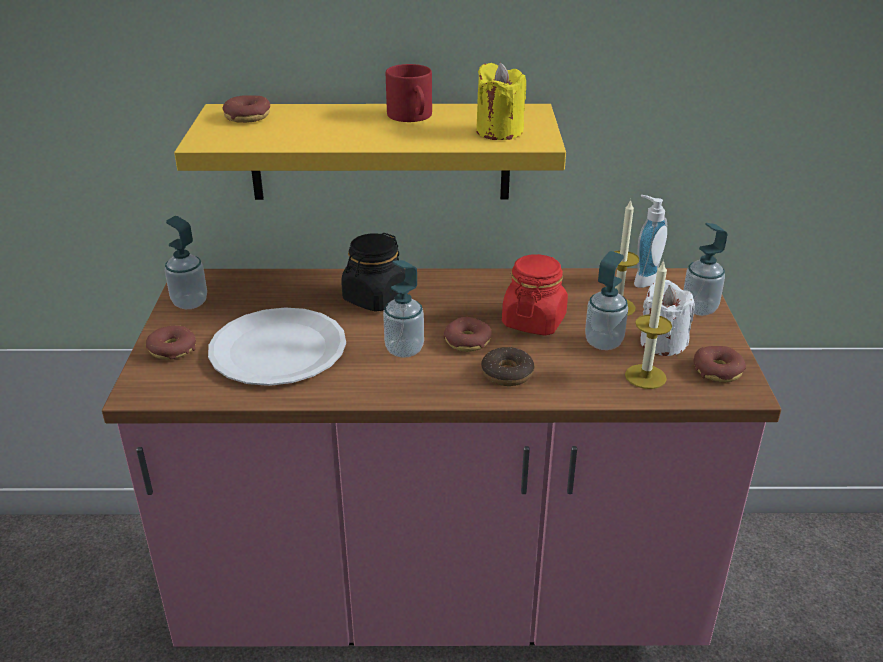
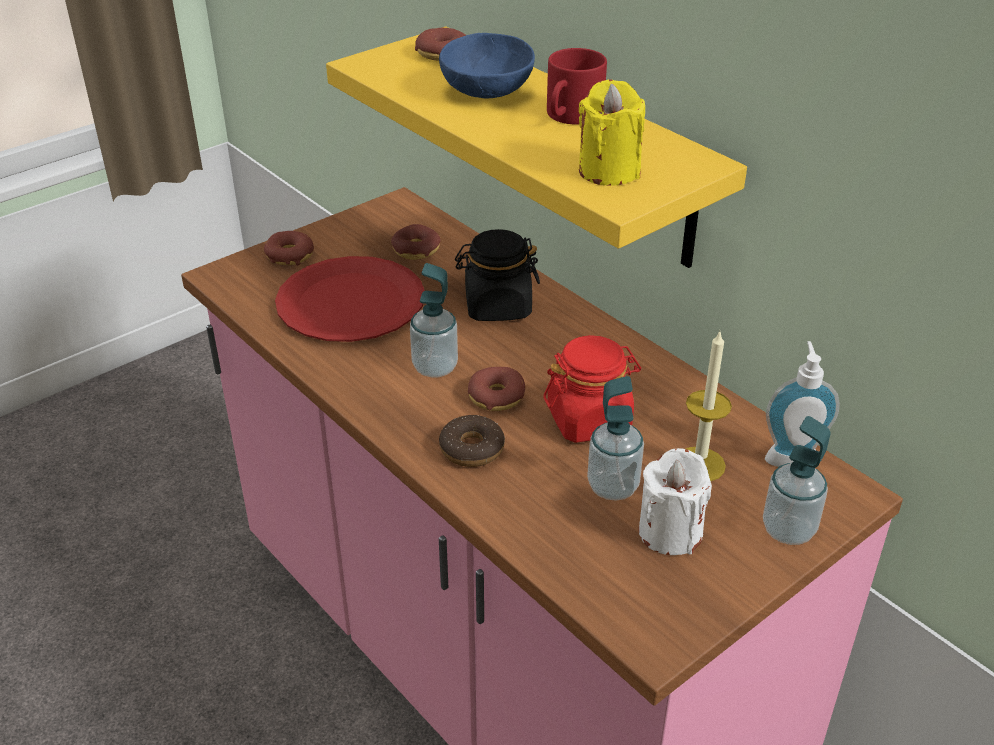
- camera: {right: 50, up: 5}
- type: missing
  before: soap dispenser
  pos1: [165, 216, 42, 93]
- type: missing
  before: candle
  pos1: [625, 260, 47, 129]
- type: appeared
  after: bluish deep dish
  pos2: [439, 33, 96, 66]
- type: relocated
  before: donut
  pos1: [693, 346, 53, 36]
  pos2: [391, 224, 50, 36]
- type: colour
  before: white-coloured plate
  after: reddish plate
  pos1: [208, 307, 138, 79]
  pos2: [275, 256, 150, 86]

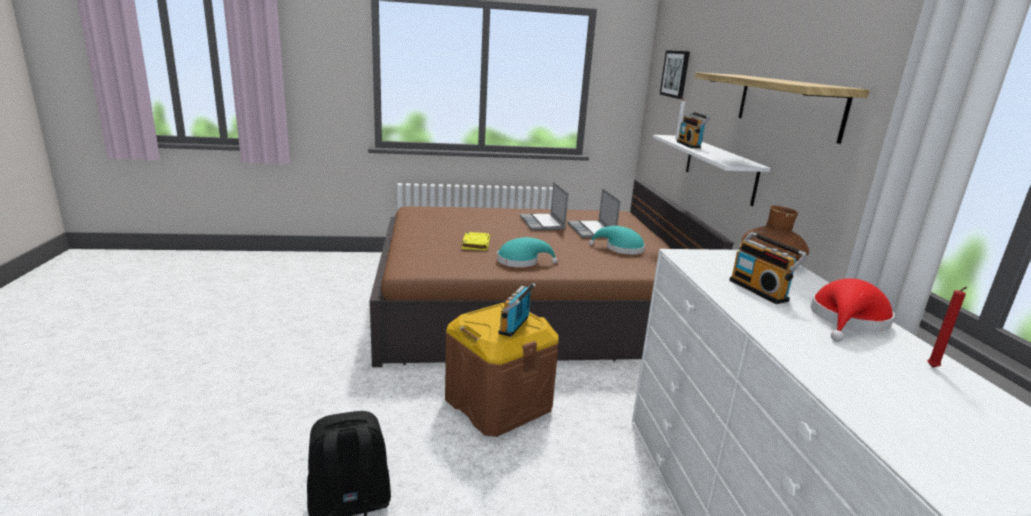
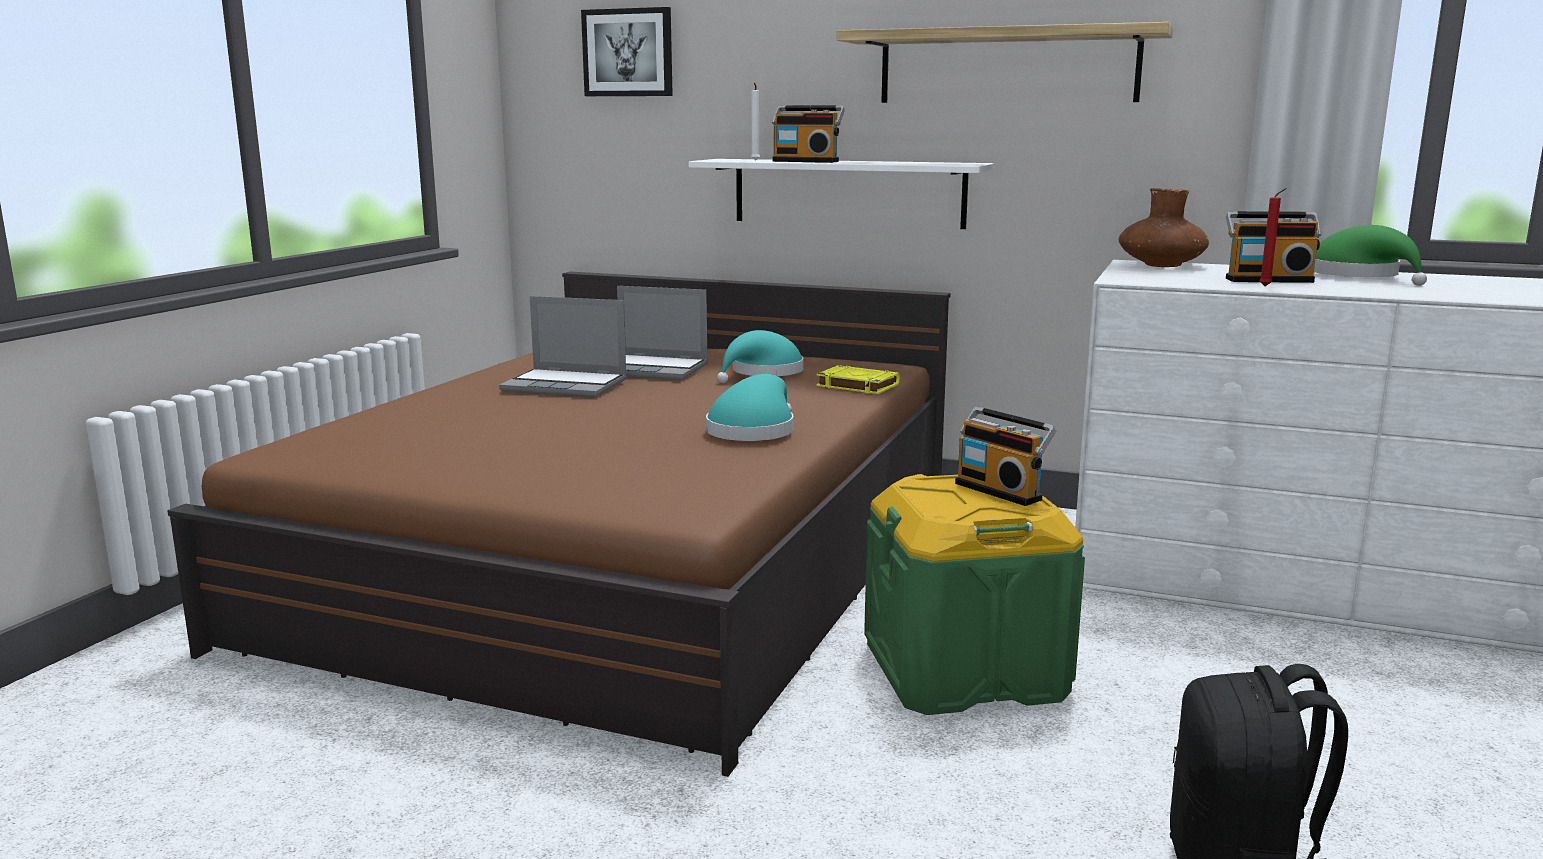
- camera: {right: -60, up: -5}
- type: relocated
  before: yellow book
  pos1: [462, 232, 28, 18]
  pos2: [816, 365, 84, 29]
- type: relocated
  before: reddish candle
  pos1: [927, 287, 40, 81]
  pos2: [1259, 188, 28, 98]
- type: colour
  before: brown storage container
  after: green storage container
  pos1: [445, 303, 114, 134]
  pos2: [864, 474, 221, 241]
- type: colour
  before: reddish wearable hat
  after: green wearable hat
  pos1: [811, 278, 84, 64]
  pos2: [1314, 225, 113, 61]

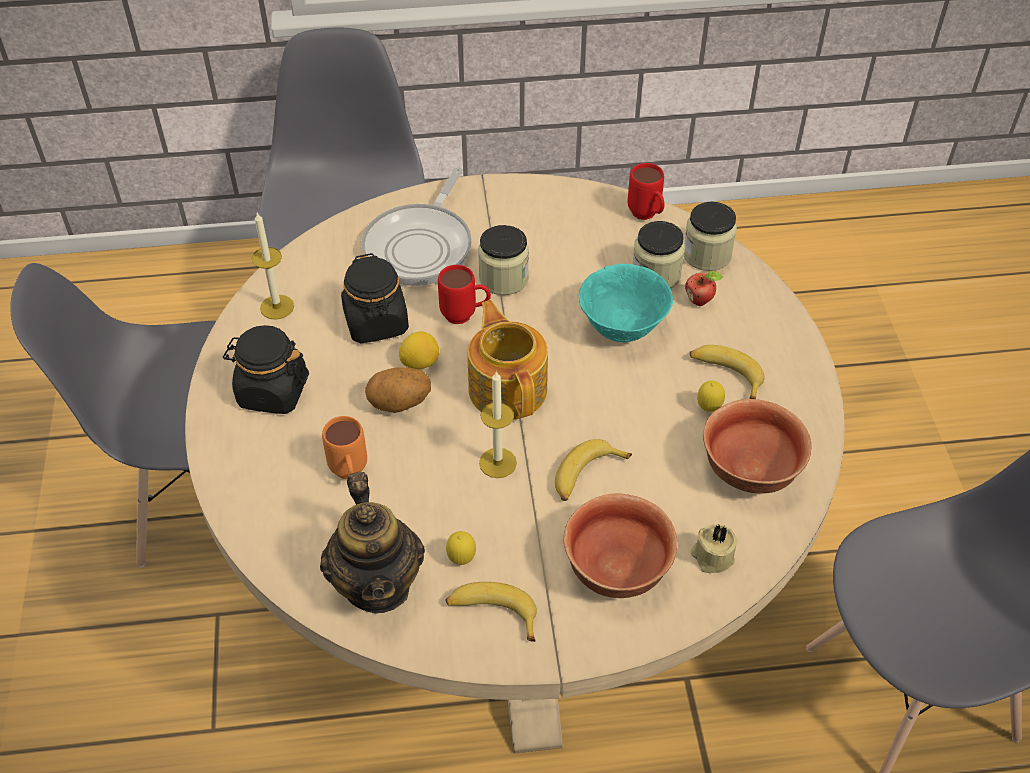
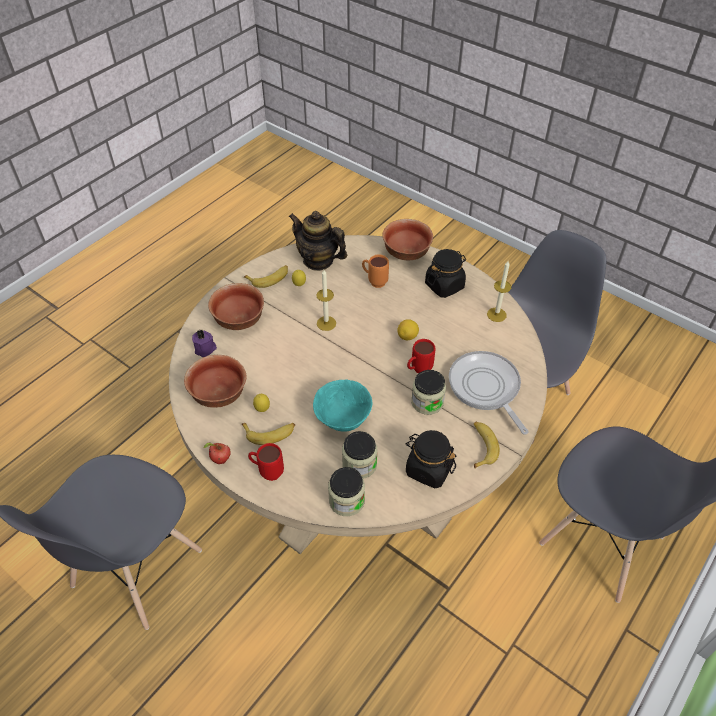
- camera: {right: 135, up: 0}
- type: missing
  before: whole potato
  pos1: [365, 367, 66, 46]
- type: missing
  before: pot for tea
  pos1: [468, 300, 80, 120]
- type: appeared
  after: deep dish
  pos2: [382, 219, 51, 41]
- type: relocated
  before: black-coloured preserve jar
  pos1: [341, 253, 68, 90]
  pos2: [406, 430, 50, 58]
- type: relocated
  before: whole banana
  pos1: [555, 439, 77, 62]
  pos2: [474, 422, 26, 46]
- type: relocated
  before: reddish mug
  pos1: [627, 163, 37, 57]
  pos2: [248, 443, 36, 38]
- type: relocated
  before: whole apple
  pos1: [685, 271, 38, 35]
  pos2: [203, 443, 28, 21]
- type: colour
  before: sand-coloured candle
  after: purplish candle
  pos1: [691, 524, 47, 49]
  pos2: [192, 329, 25, 28]

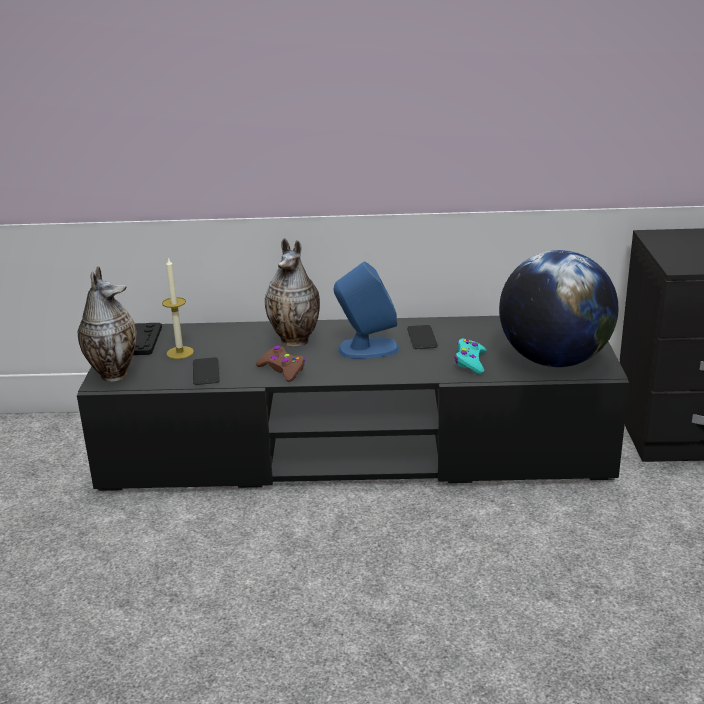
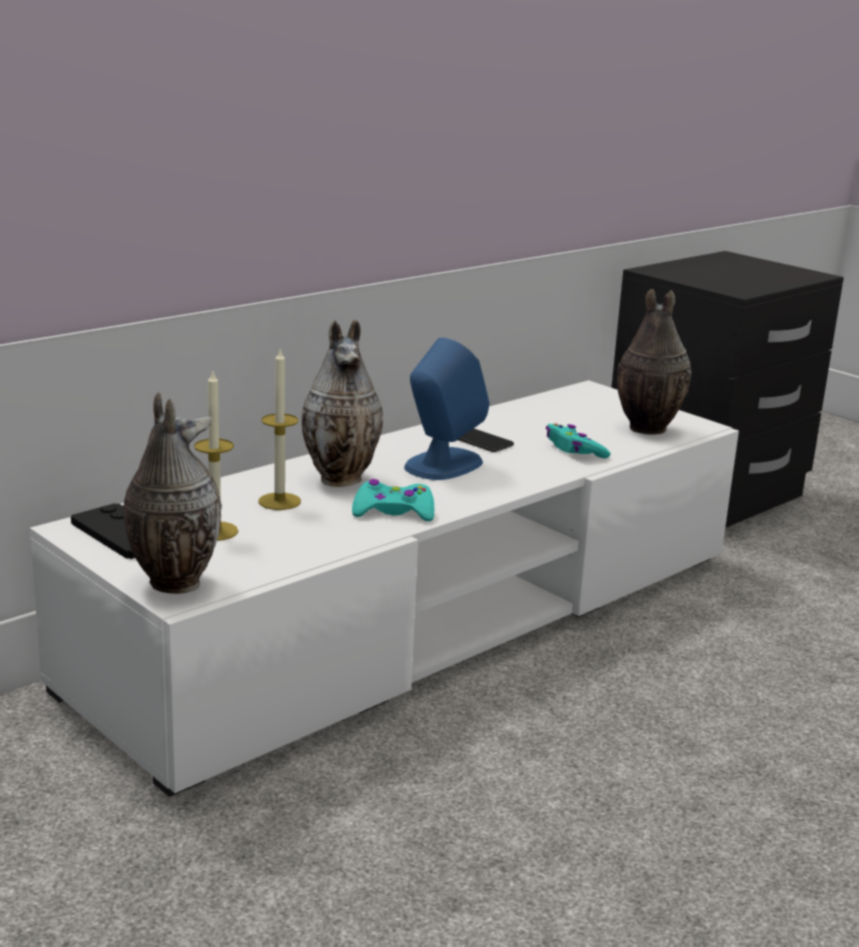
- camera: {right: -45, up: -5}
- type: missing
  before: phone
  pos1: [193, 357, 27, 28]
- type: appeared
  after: candle
  pos2: [258, 347, 43, 163]
- type: exchanged
  before: desk globe
  after: flower vase
  pos1: [499, 250, 119, 117]
  pos2: [617, 289, 75, 146]
- type: colour
  before: black-coloured tv stand
  after: white-coloured tv stand
  pos1: [77, 316, 552, 175]
  pos2: [30, 380, 709, 417]
- type: colour
  before: brown gamepad
  after: blue-green gamepad
  pos1: [256, 345, 49, 37]
  pos2: [352, 479, 82, 42]

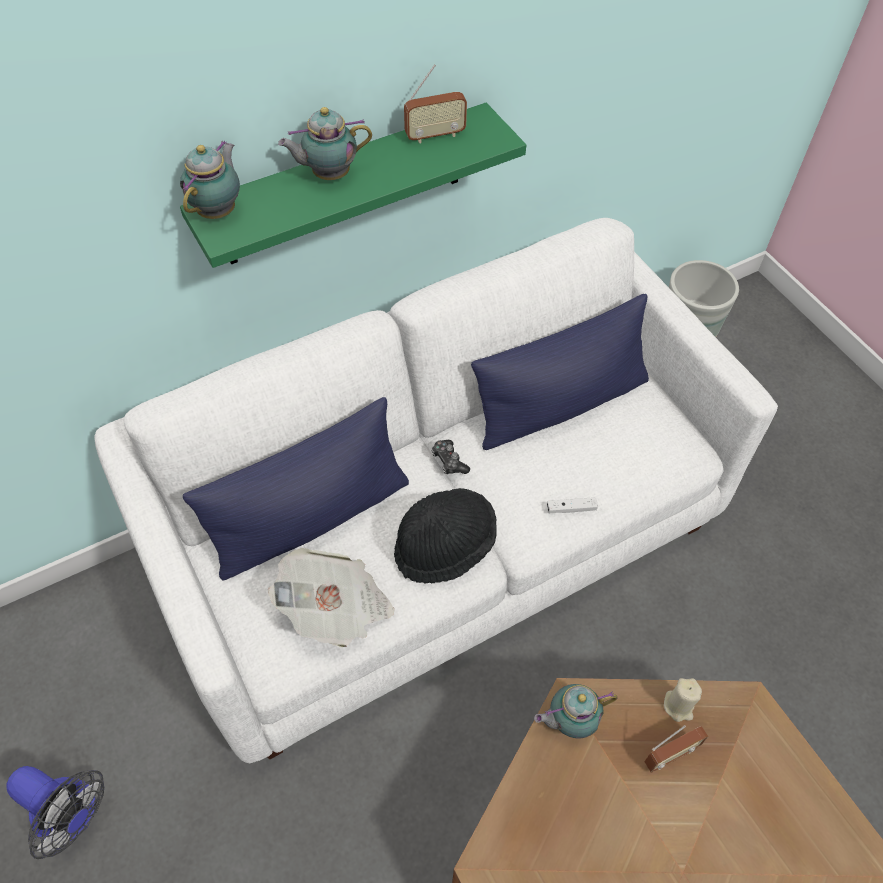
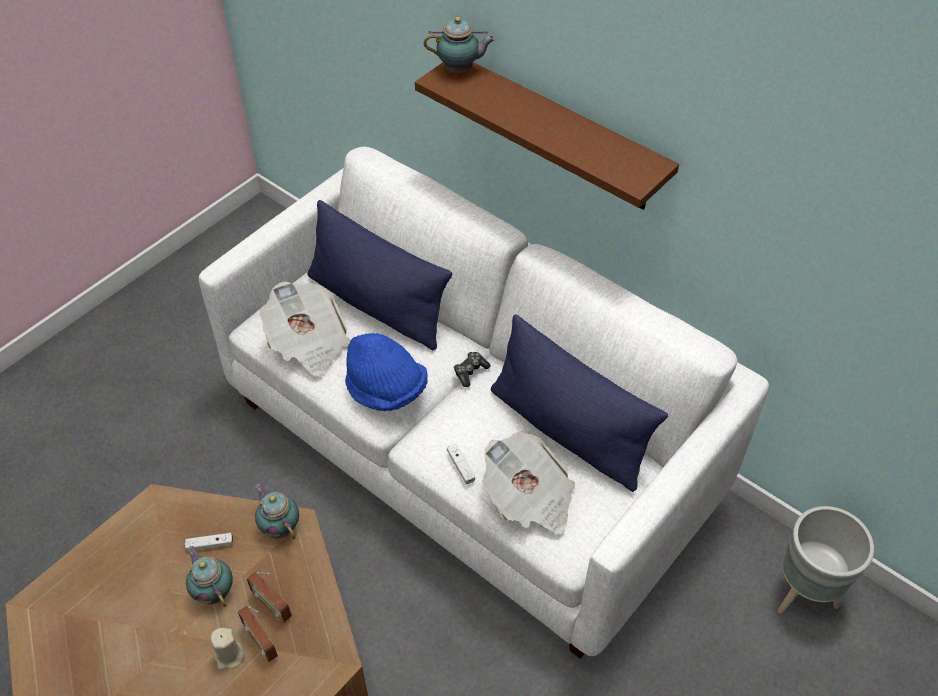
- camera: {right: 70, up: -5}
- type: missing
  before: electric fan
  pos1: [6, 766, 98, 93]
- type: appeared
  after: white-coloured gamepad
  pos2: [185, 533, 48, 17]
- type: appeared
  after: newspaper
  pos2: [482, 433, 93, 101]
- type: relocated
  before: pot for tea
  pos1: [278, 107, 94, 73]
  pos2: [186, 546, 47, 61]
- type: relocated
  before: radio set
  pos1: [404, 64, 63, 79]
  pos2: [237, 605, 41, 57]
- type: relocated
  before: sand-coloured candle
  pos1: [664, 678, 38, 44]
  pos2: [211, 628, 34, 42]
- type: colour
  before: green bracket shelf
  after: brown bracket shelf
  pos1: [180, 103, 346, 165]
  pos2: [415, 62, 264, 148]
- type: colour
  before: black-coloured wearable hat
  after: bluish wearable hat
  pos1: [394, 488, 103, 96]
  pos2: [345, 333, 83, 78]

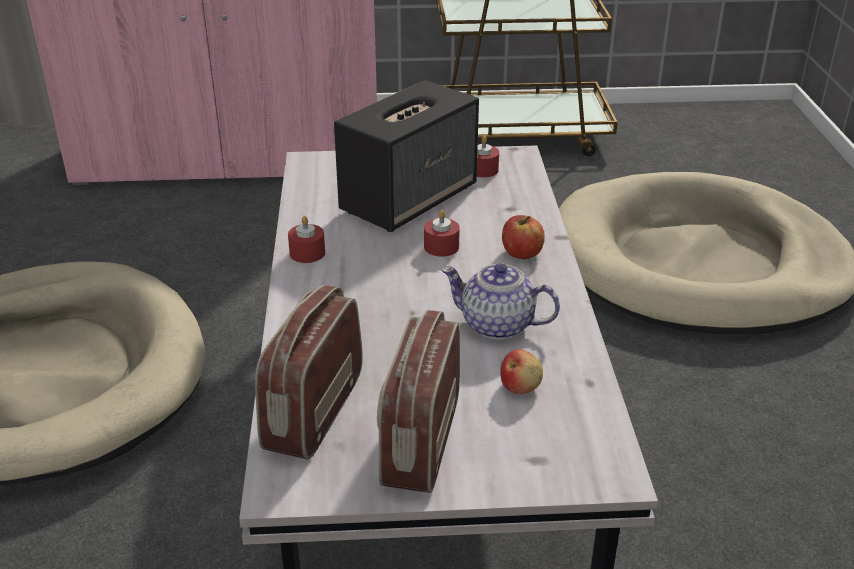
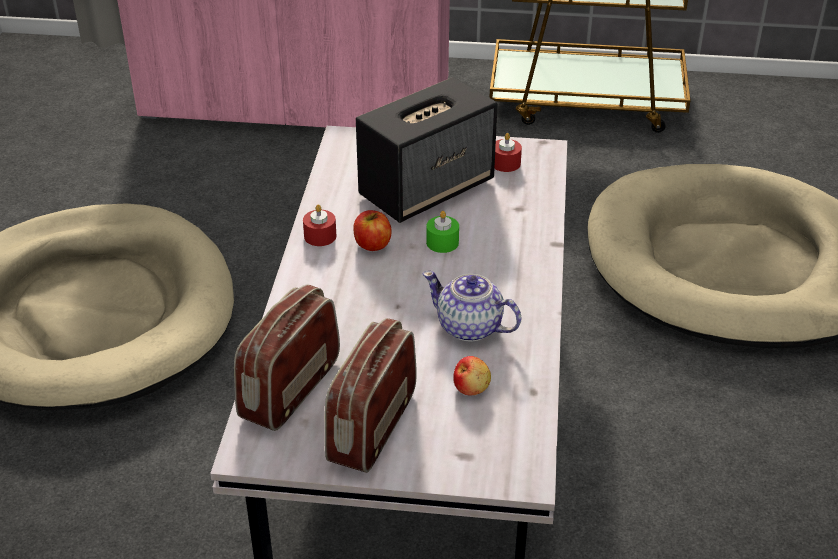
- camera: {right: 10, up: 5}
- type: relocated
  before: whole apple
  pos1: [502, 215, 43, 44]
  pos2: [353, 210, 39, 41]
- type: colour
  before: reddish candle
  after: green candle
  pos1: [424, 210, 36, 47]
  pos2: [426, 211, 33, 42]

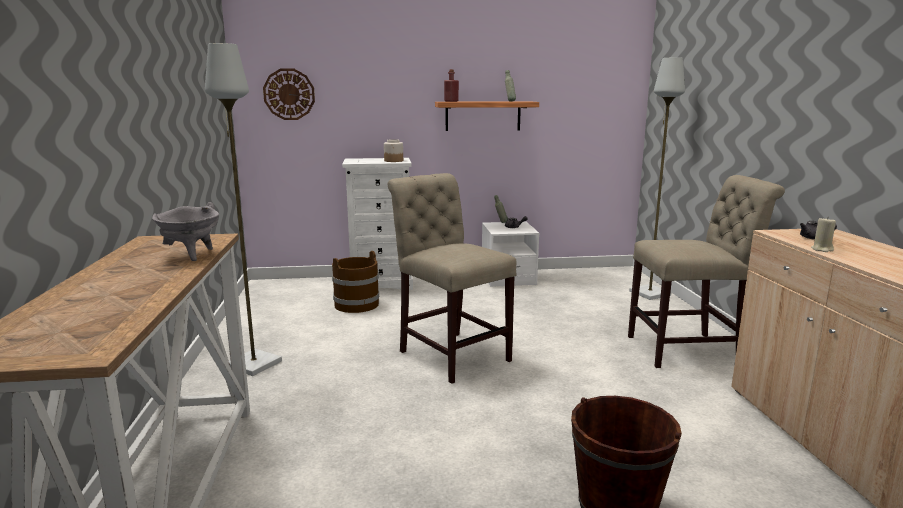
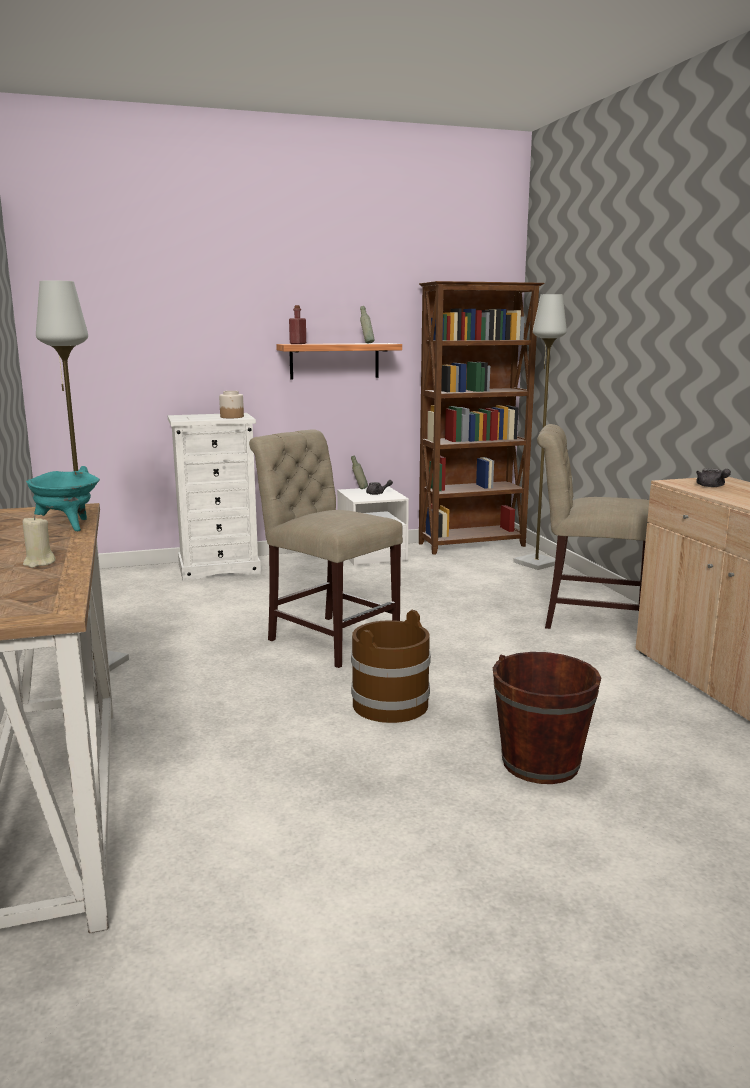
- camera: {right: -10, up: 0}
- type: missing
  before: hanging clock
  pos1: [263, 68, 52, 52]
- type: appeared
  after: brown bookshelf
  pos2: [419, 281, 125, 274]
- type: relocated
  before: brown water bucket
  pos1: [332, 251, 47, 62]
  pos2: [351, 610, 80, 113]
- type: relocated
  before: sand-coloured candle
  pos1: [811, 217, 25, 35]
  pos2: [23, 515, 33, 53]
- type: colour
  before: greyish stockpot
  after: blue-green stockpot
  pos1: [152, 202, 67, 59]
  pos2: [26, 466, 74, 65]
- type: spun
  before: sand-coloured upright chair
  pos1: [628, 175, 157, 193]
  pos2: [537, 424, 112, 205]
  turn: -150

